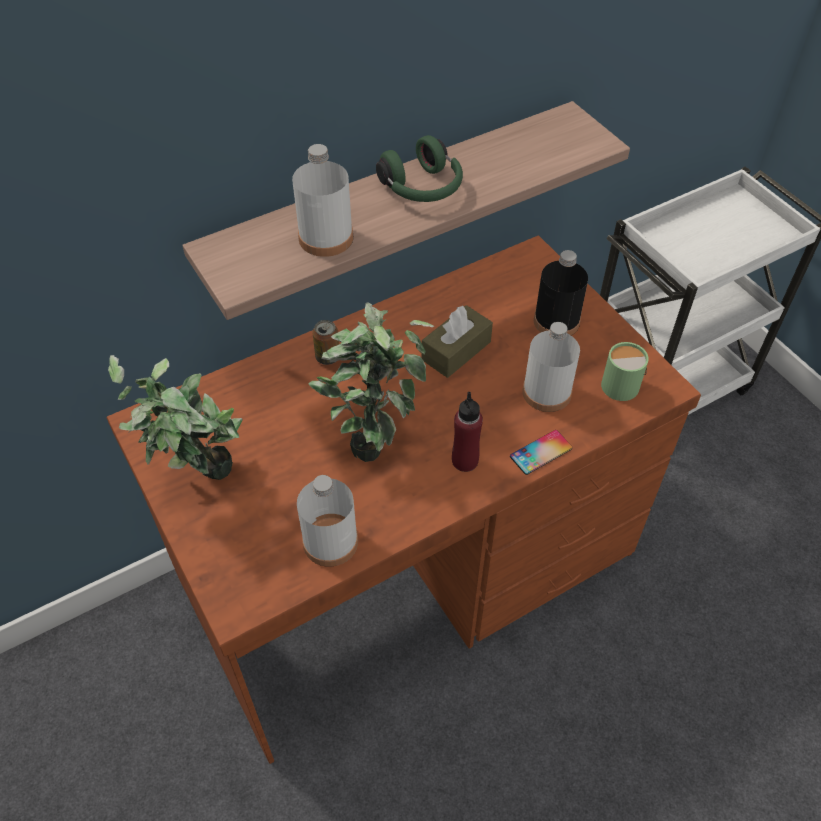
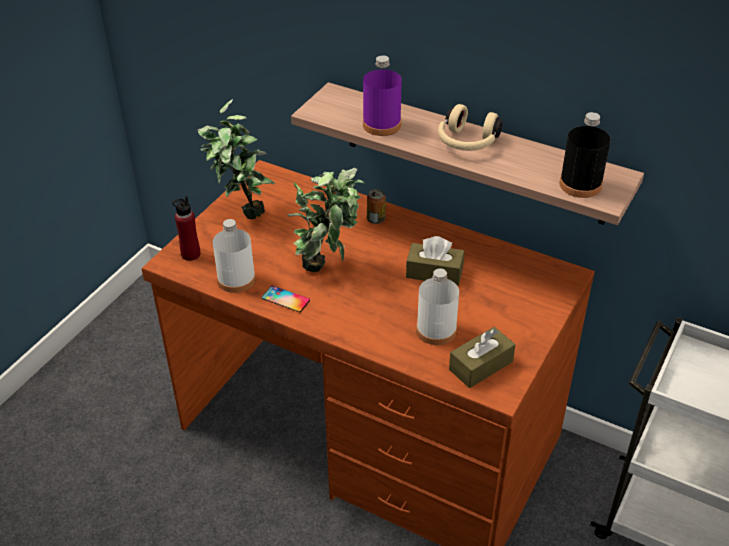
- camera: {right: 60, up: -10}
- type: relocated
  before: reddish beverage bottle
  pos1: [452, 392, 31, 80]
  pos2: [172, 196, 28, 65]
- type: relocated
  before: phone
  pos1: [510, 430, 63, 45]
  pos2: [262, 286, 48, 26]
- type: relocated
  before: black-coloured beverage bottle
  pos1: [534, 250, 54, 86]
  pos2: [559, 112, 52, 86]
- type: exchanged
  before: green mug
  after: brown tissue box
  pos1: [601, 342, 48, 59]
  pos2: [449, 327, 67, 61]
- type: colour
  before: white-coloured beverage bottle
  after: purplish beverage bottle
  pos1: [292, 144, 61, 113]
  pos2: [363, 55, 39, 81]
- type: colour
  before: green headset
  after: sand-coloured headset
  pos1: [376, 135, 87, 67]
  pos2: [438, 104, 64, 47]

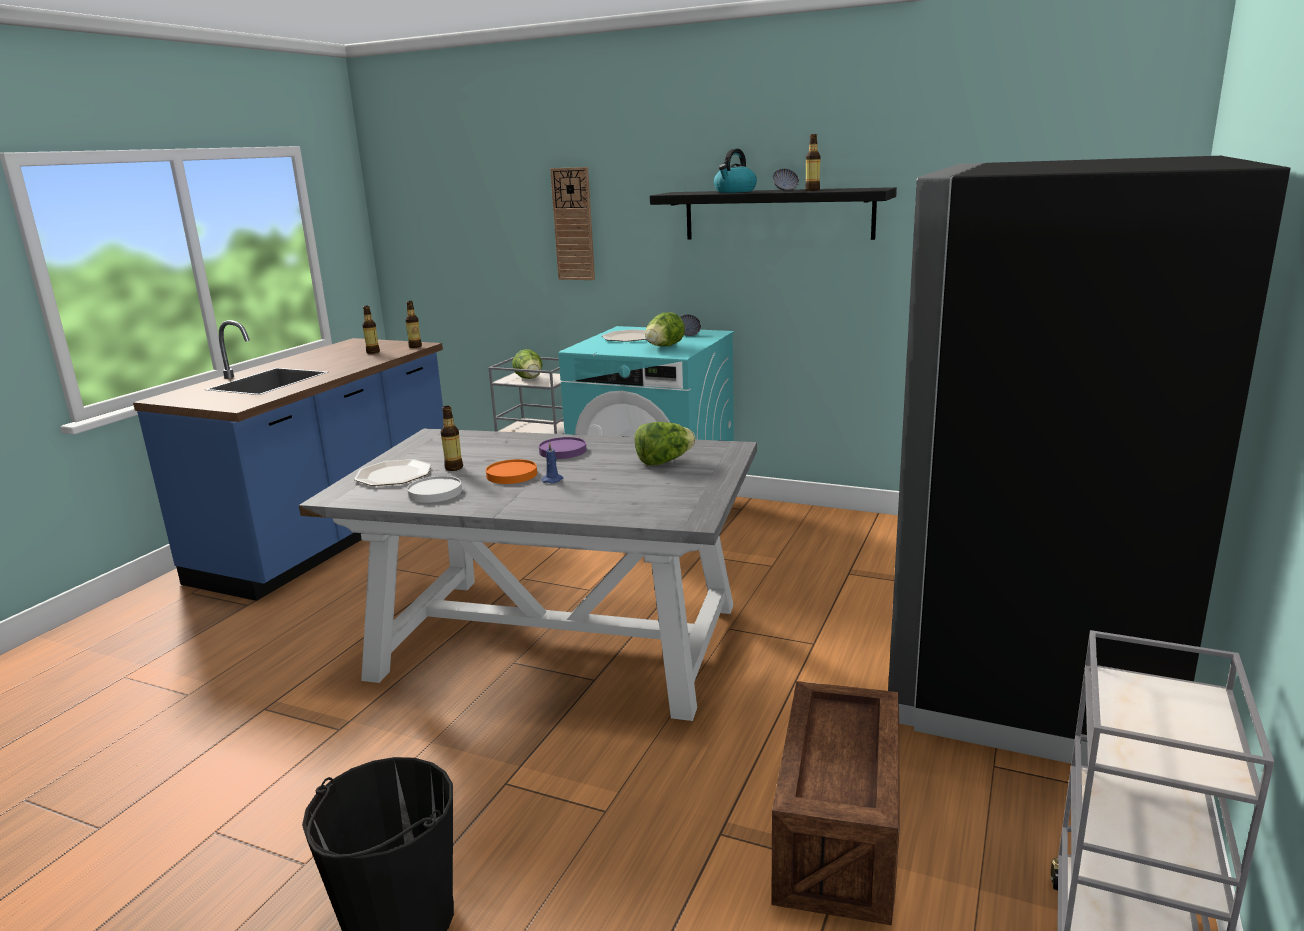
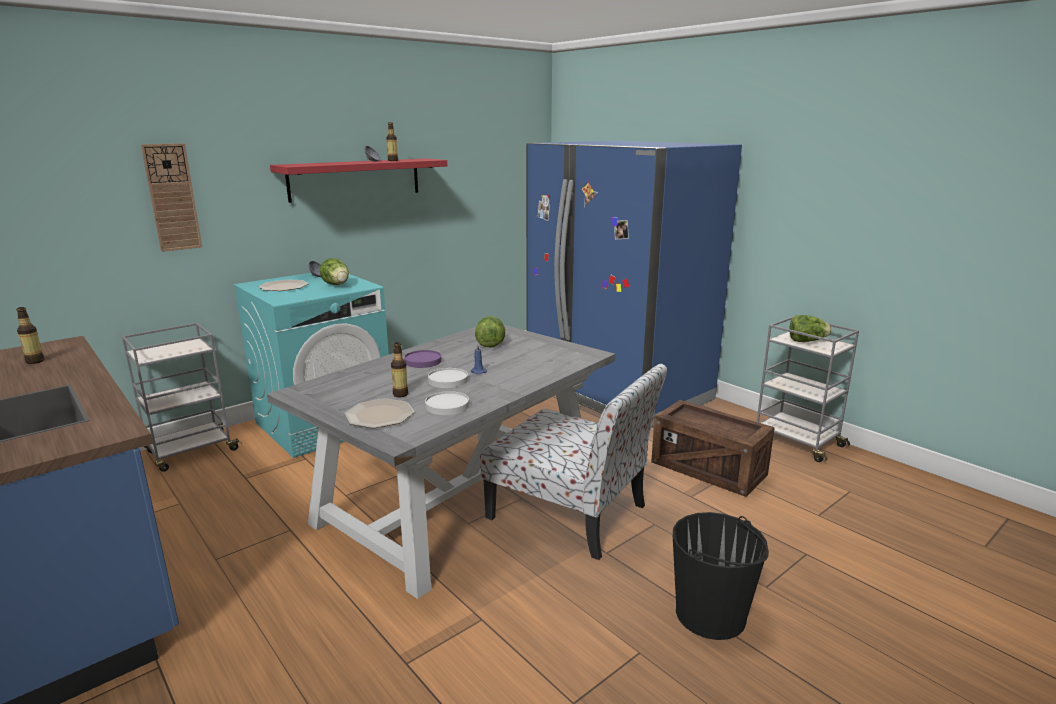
- camera: {right: -65, up: 0}
- type: missing
  before: beverage bottle
  pos1: [405, 301, 17, 47]
- type: missing
  before: water kettle
  pos1: [714, 149, 43, 44]
- type: appeared
  after: upright chair
  pos2: [480, 364, 187, 196]
- type: relocated
  before: head of lettuce
  pos1: [512, 349, 31, 30]
  pos2: [789, 315, 43, 27]
- type: colour
  before: orange-coloured plate
  after: white-coloured plate
  pos1: [486, 459, 51, 25]
  pos2: [428, 368, 40, 20]
- type: colour
  before: black-coloured bracket shelf
  after: reddish bracket shelf
  pos1: [650, 187, 247, 53]
  pos2: [270, 158, 177, 45]
- type: colour
  before: black-coloured refrigerator
  after: bluish refrigerator
  pos1: [888, 156, 402, 611]
  pos2: [526, 141, 216, 287]

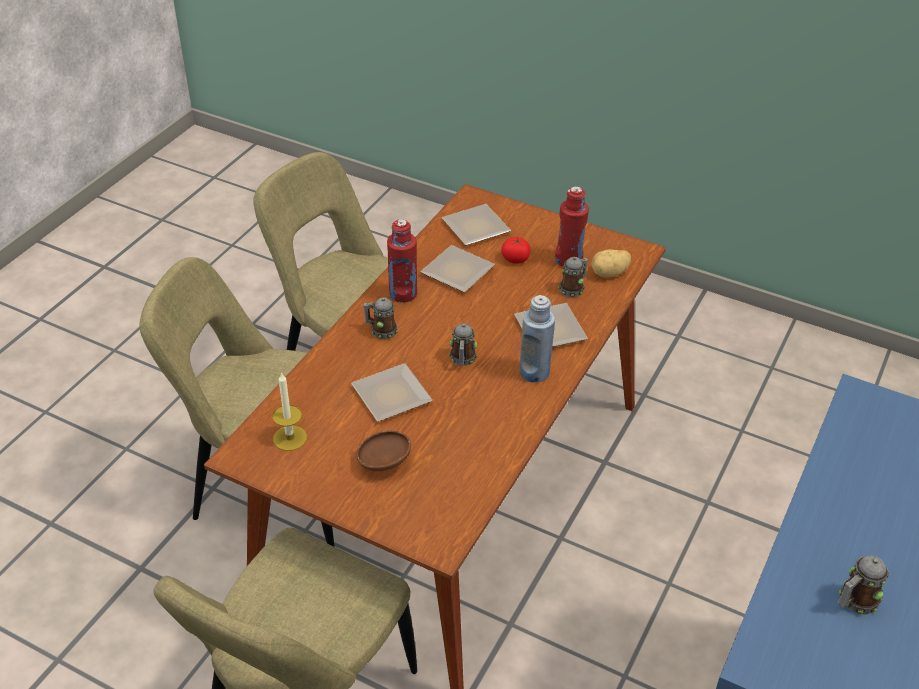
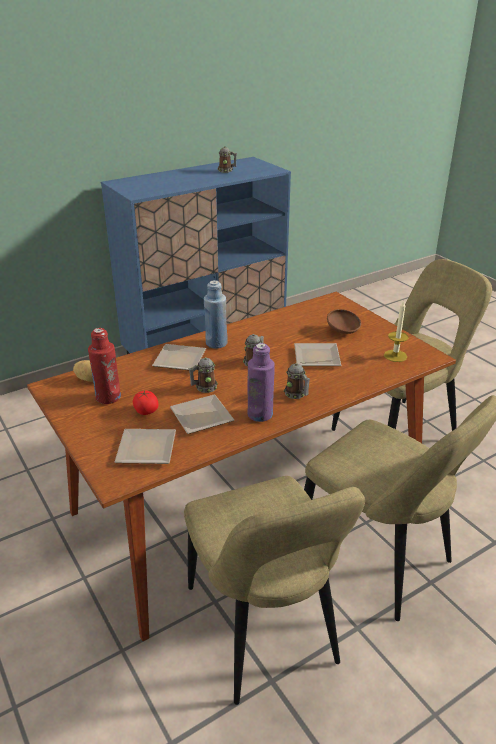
- camera: {right: -150, up: -10}
- type: relocated
  before: mug
  pos1: [558, 257, 30, 40]
  pos2: [188, 357, 30, 36]
- type: colour
  before: reddish beverage bottle
  after: purplish beverage bottle
  pos1: [387, 219, 30, 84]
  pos2: [248, 343, 27, 79]

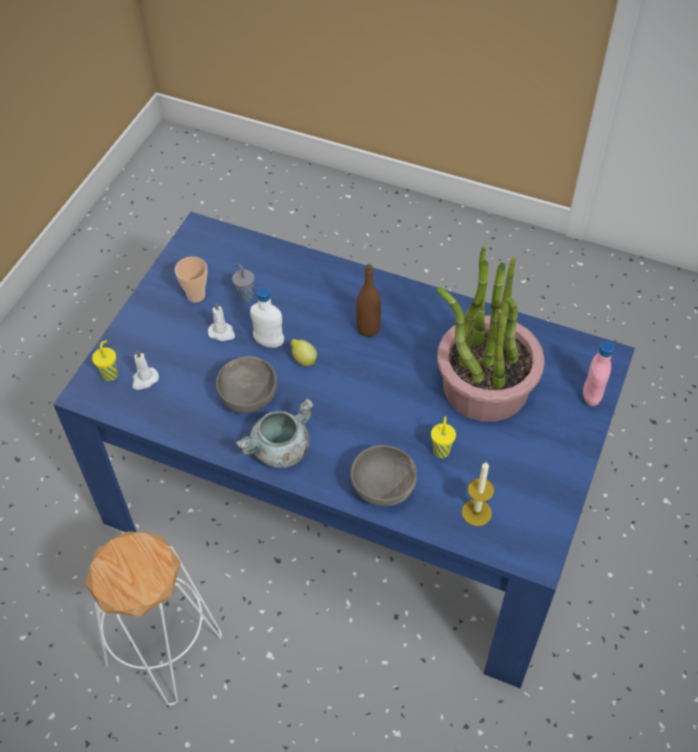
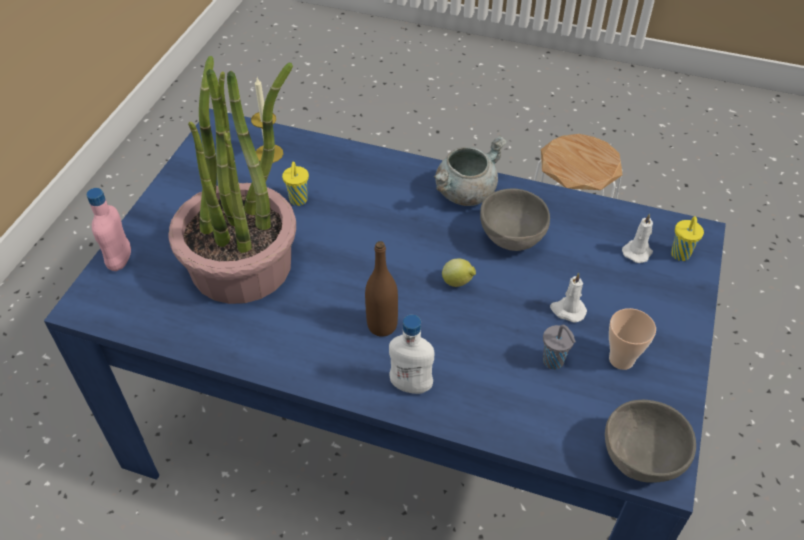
- camera: {right: 175, up: -5}
- type: relocated
  before: white-coloured beverage bottle
  pos1: [250, 287, 34, 61]
  pos2: [389, 315, 45, 79]
- type: relocated
  before: greyish deep dish
  pos1: [350, 445, 67, 61]
  pos2: [605, 400, 91, 83]

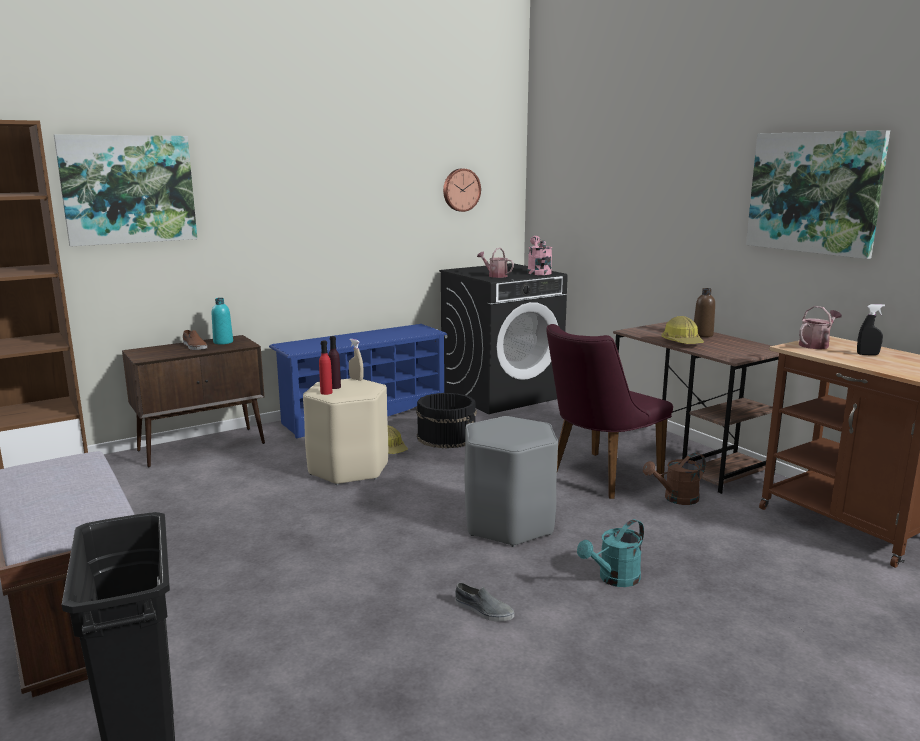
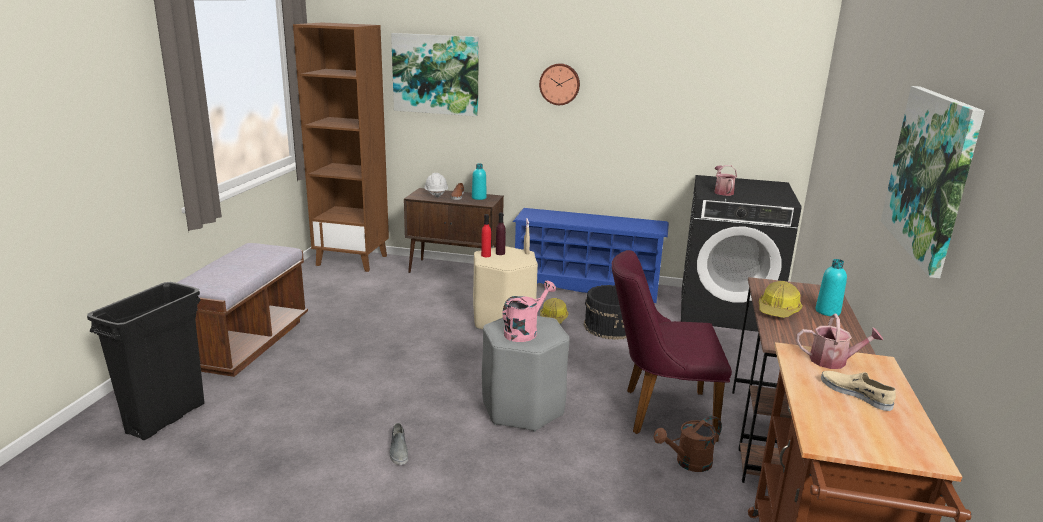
- camera: {right: 45, up: 5}
- type: missing
  before: blue-green watering can
  pos1: [577, 519, 67, 68]
- type: appeared
  after: white-coloured work helmet
  pos2: [424, 173, 24, 25]
- type: relocated
  before: hanging clock
  pos1: [443, 169, 38, 43]
  pos2: [539, 63, 41, 42]
- type: relocated
  before: pinkish watering can
  pos1: [527, 236, 25, 39]
  pos2: [502, 281, 54, 61]
- type: exchanged
  before: black-coloured spray bottle
  after: sand-coloured shoe
  pos1: [857, 304, 28, 51]
  pos2: [821, 371, 75, 40]
- type: colour
  before: brown beverage bottle
  after: blue-green beverage bottle
  pos1: [694, 288, 21, 49]
  pos2: [816, 259, 31, 57]
- type: spun
  before: brown watering can
  pos1: [643, 453, 63, 52]
  pos2: [654, 416, 68, 56]
  turn: -45

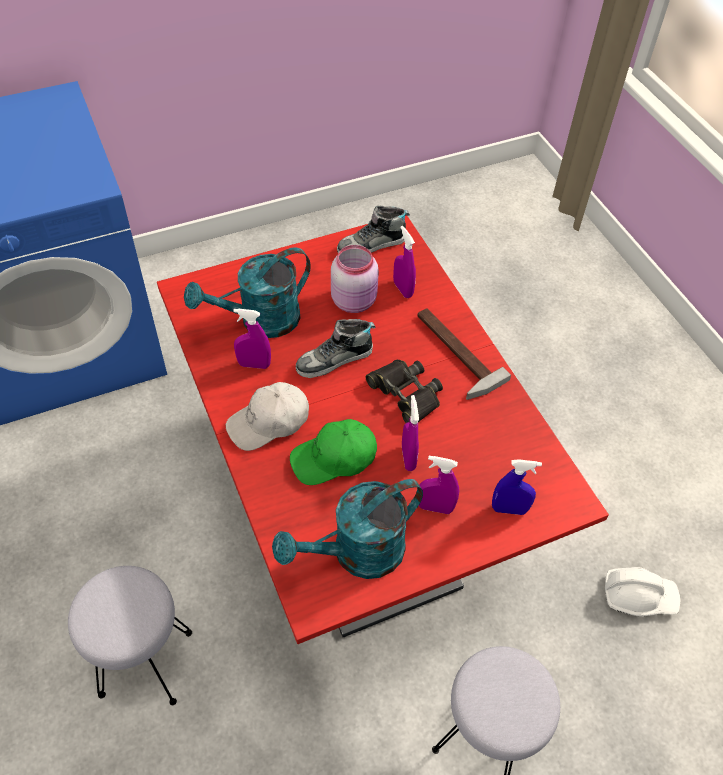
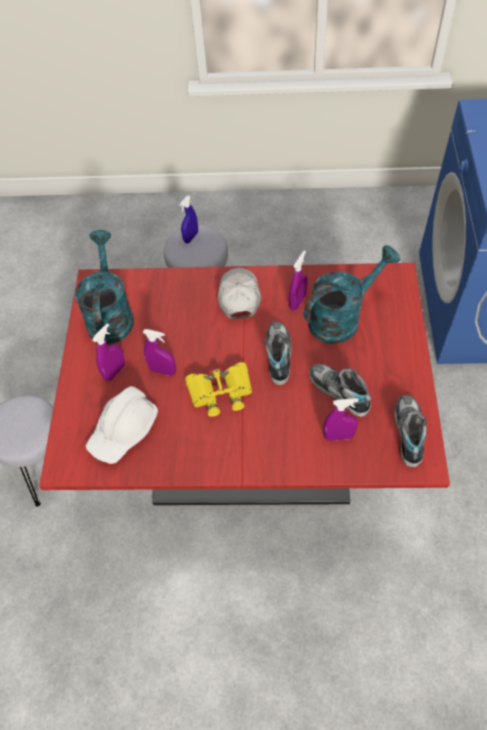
- camera: {right: 120, up: 5}
- type: missing
  before: green cap
  pos1: [290, 419, 87, 66]
- type: missing
  before: hammer
  pos1: [417, 308, 94, 92]
- type: relocated
  before: bluish spray bottle
  pos1: [492, 459, 50, 56]
  pos2: [179, 195, 19, 48]
- type: relocated
  before: white-coloured work helmet
  pos1: [605, 567, 76, 49]
  pos2: [86, 386, 72, 78]
- type: exchanged
  before: pinkish preserve jar
  after: shoe
  pos1: [331, 245, 48, 68]
  pos2: [309, 364, 62, 53]
- type: colour
  before: black-coloured pair of binoculars
  after: yellow pair of binoculars
  pos1: [366, 360, 77, 63]
  pos2: [185, 362, 67, 55]
- type: spun
  before: blue-green watering can
  pos1: [184, 248, 127, 90]
  pos2: [303, 245, 97, 99]
  turn: 60

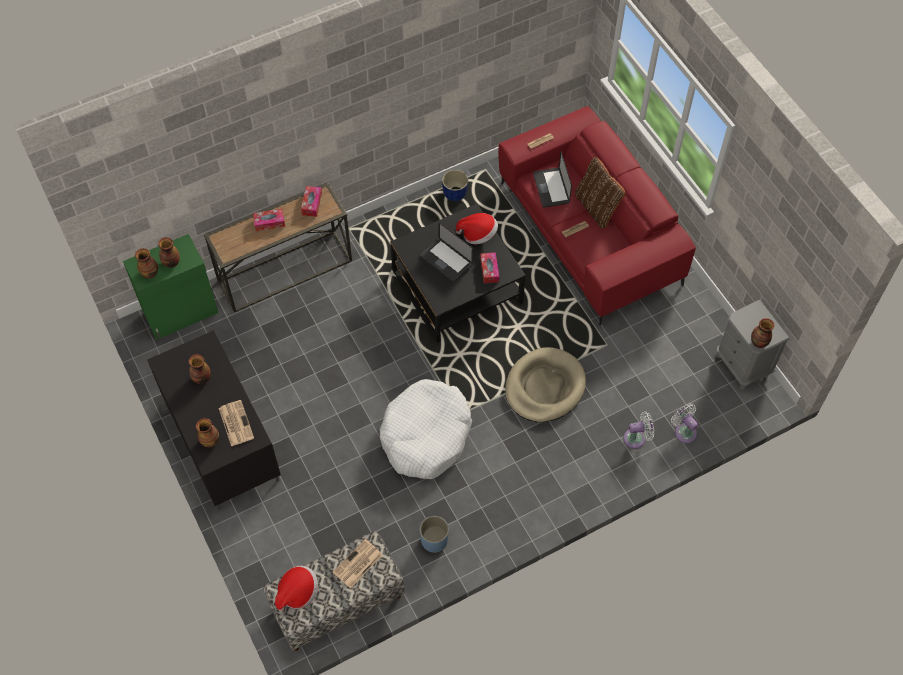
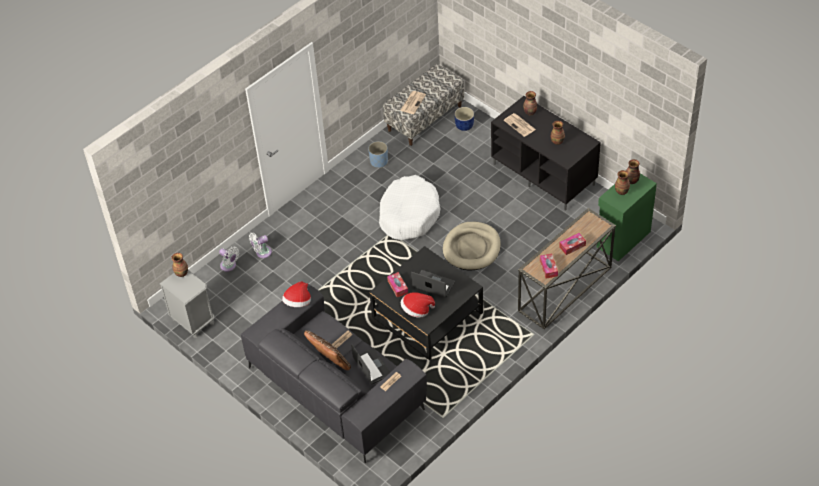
- camera: {right: 165, up: -10}
- type: relocated
  before: wearable hat
  pos1: [275, 566, 43, 45]
  pos2: [282, 281, 29, 26]
- type: relocated
  before: bluish planter
  pos1: [442, 170, 26, 31]
  pos2: [454, 107, 20, 24]
- type: relocated
  before: sand-coloured pet bed
  pos1: [505, 347, 81, 75]
  pos2: [443, 222, 58, 49]
- type: colour
  before: reddish sofa
  after: greyish sofa
  pos1: [498, 106, 198, 219]
  pos2: [241, 284, 186, 179]

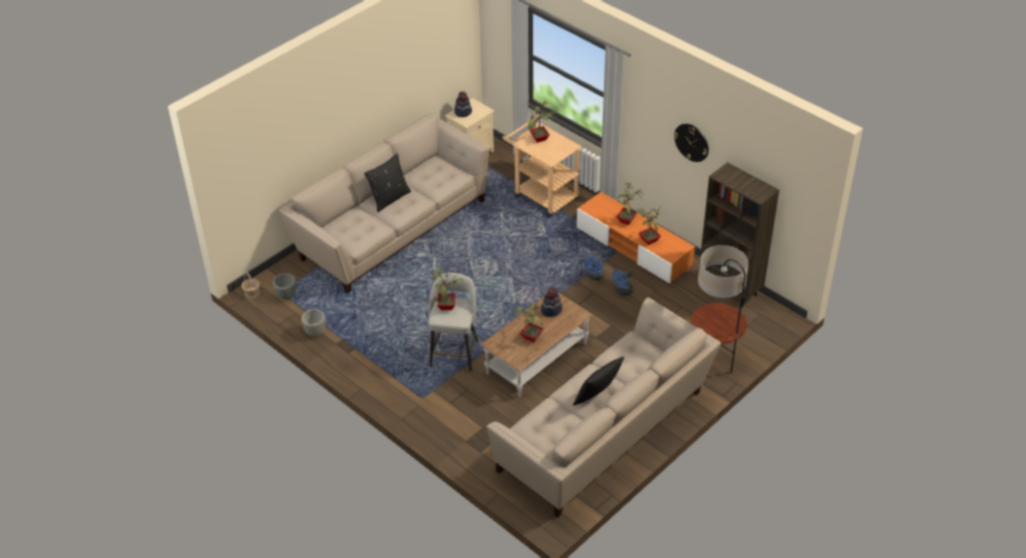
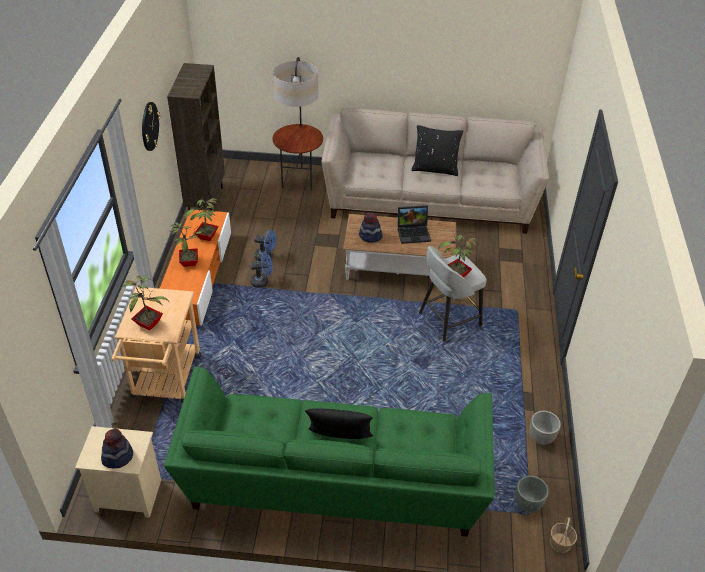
- camera: {right: -130, up: 0}
- type: exchanged
  before: houseplant
  after: notebook computer
  pos1: [514, 298, 30, 44]
  pos2: [398, 205, 33, 39]
- type: colour
  before: sand-coloured sofa
  after: green sofa
  pos1: [279, 113, 210, 181]
  pos2: [164, 366, 331, 171]

